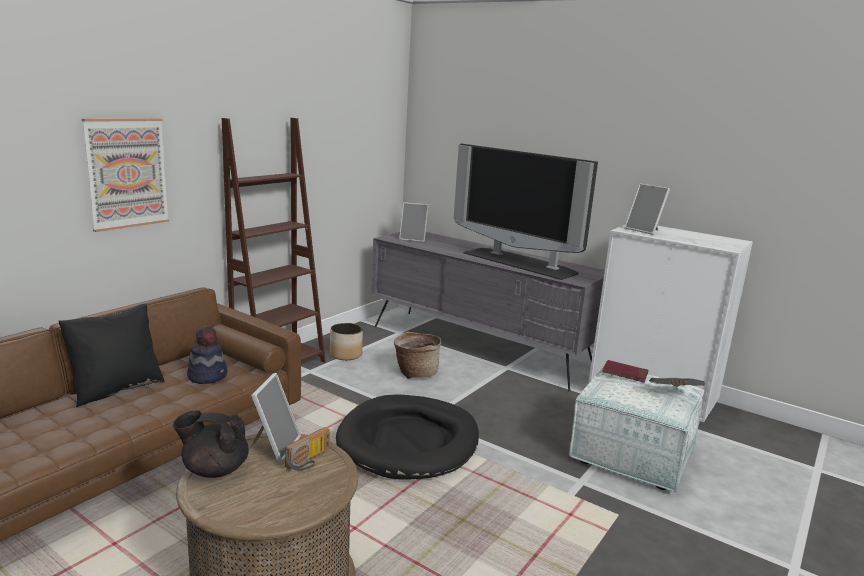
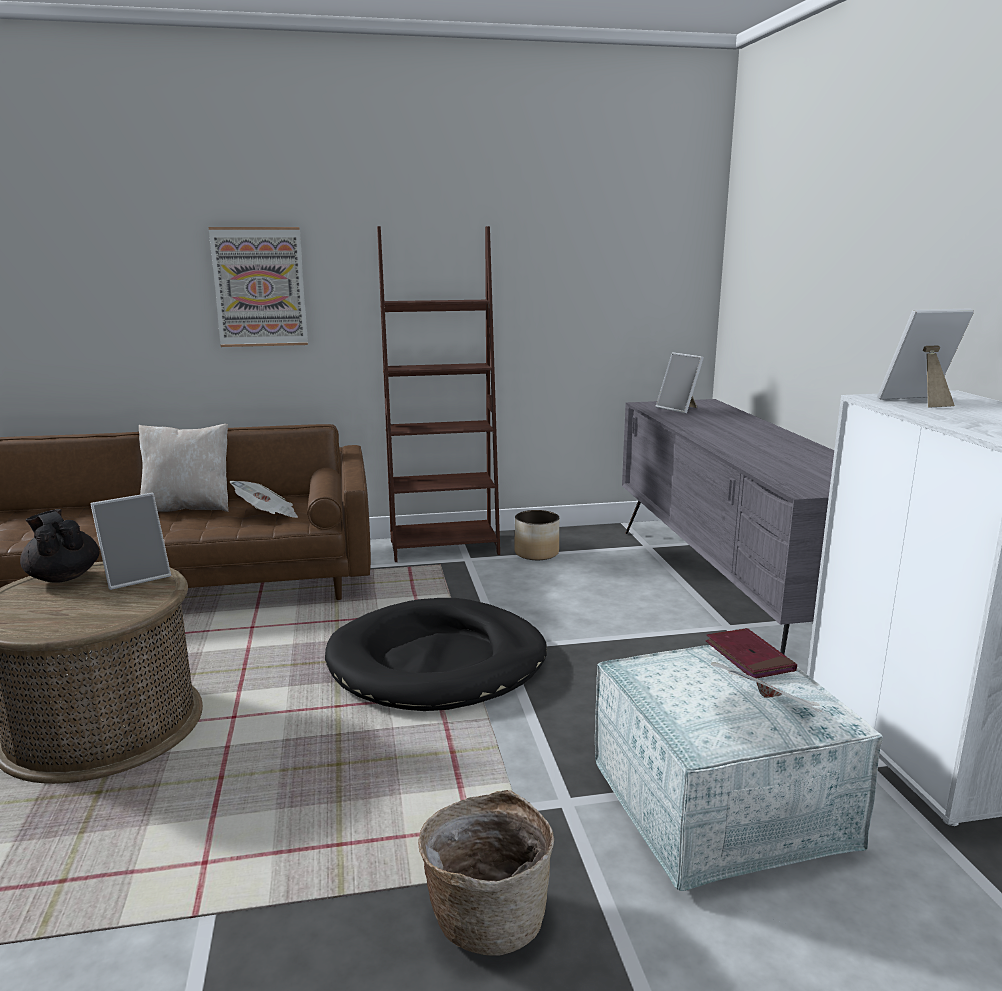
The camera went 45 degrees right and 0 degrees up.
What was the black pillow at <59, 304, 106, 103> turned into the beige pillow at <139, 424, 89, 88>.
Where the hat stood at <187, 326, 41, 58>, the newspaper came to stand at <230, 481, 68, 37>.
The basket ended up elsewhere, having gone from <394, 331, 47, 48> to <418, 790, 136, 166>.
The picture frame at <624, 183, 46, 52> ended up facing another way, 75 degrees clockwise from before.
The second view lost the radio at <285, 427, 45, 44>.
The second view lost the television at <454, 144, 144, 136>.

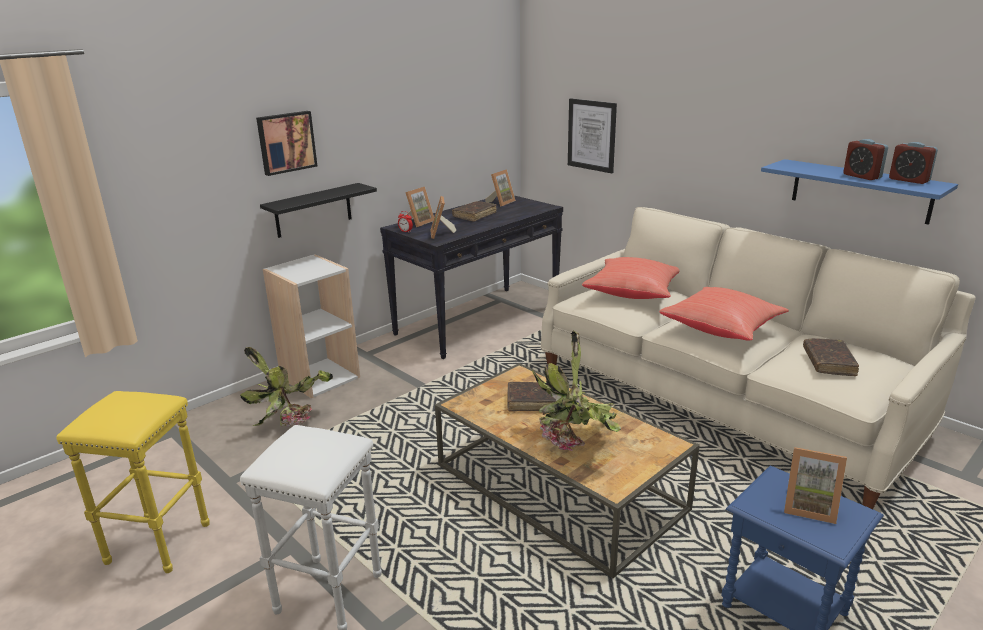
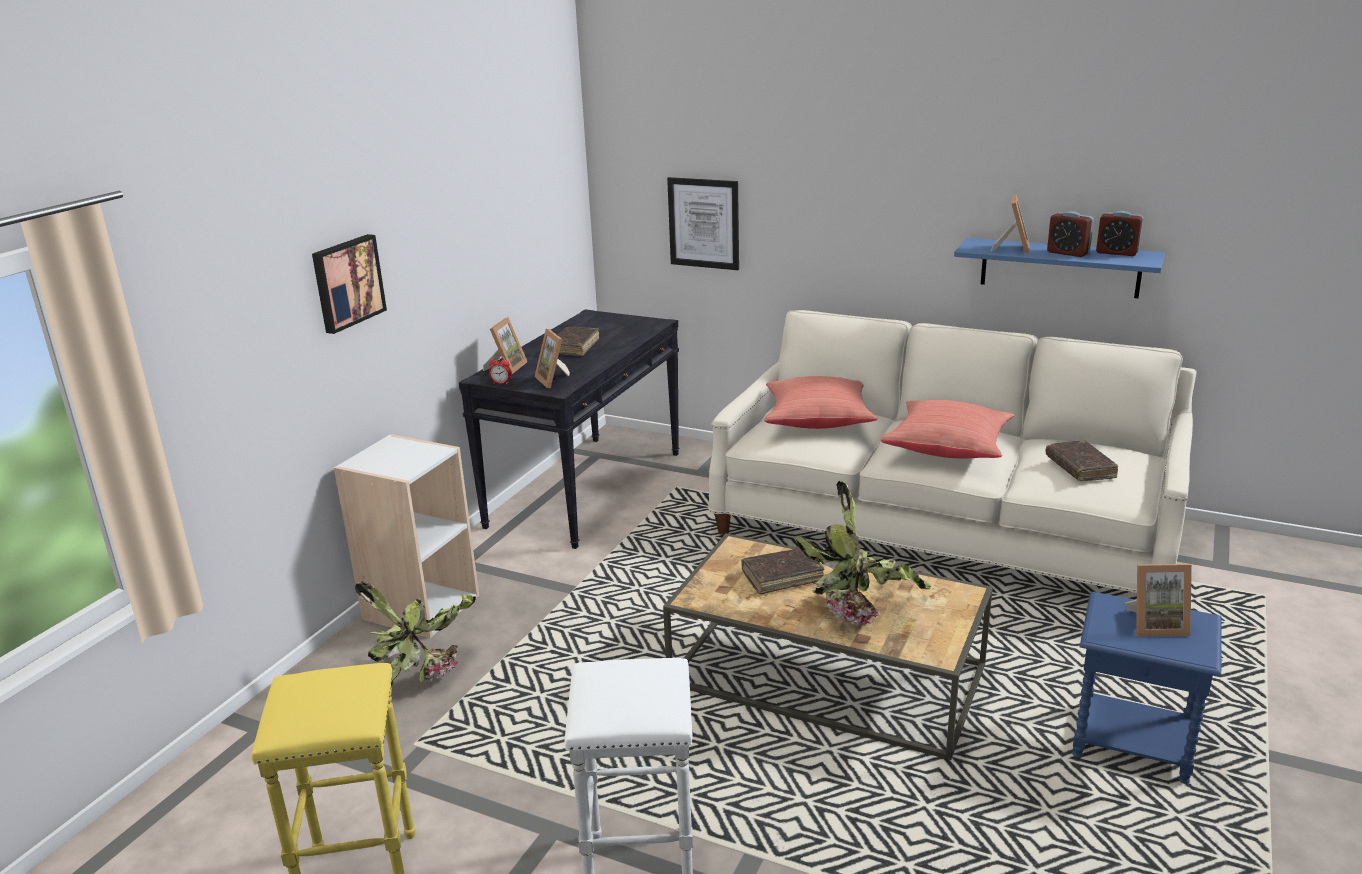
The camera went 20 degrees left and 0 degrees up.
The picture frame ended up elsewhere, having gone from <486, 169, 30, 38> to <991, 195, 38, 59>.
The second view lost the black shelf at <260, 183, 117, 55>.

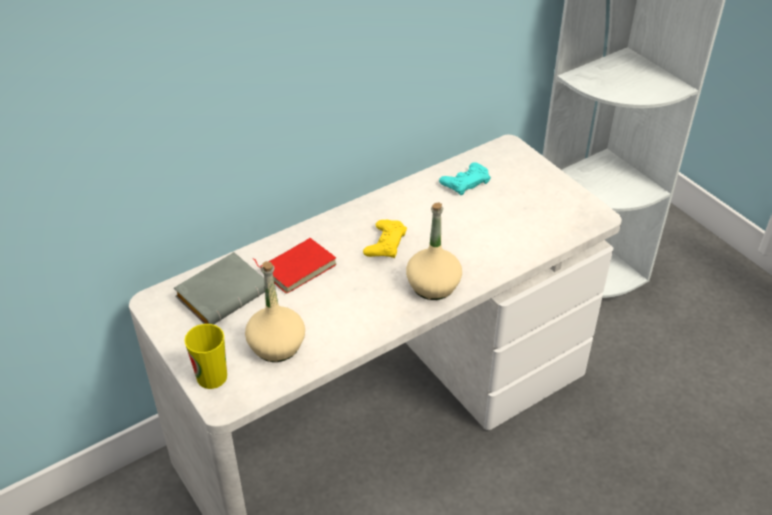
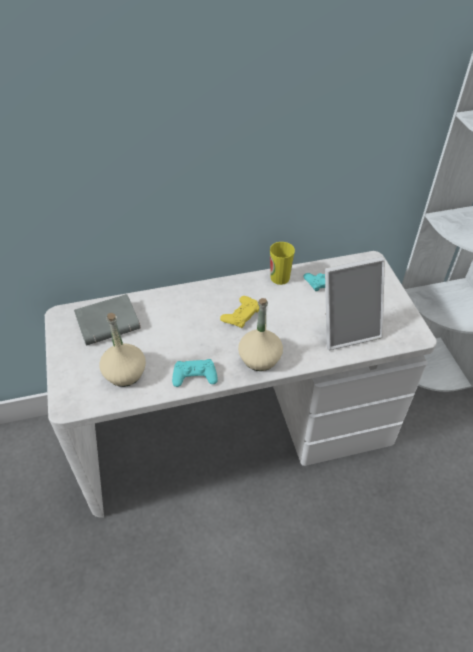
The camera went 20 degrees right and 5 degrees up.
The second view gained the turquoise game controller at <172, 359, 46, 28>.
The cup ended up elsewhere, having gone from <184, 324, 43, 65> to <270, 242, 25, 43>.
The second view gained the picture frame at <325, 257, 60, 93>.
The second view lost the red book at <253, 238, 84, 56>.

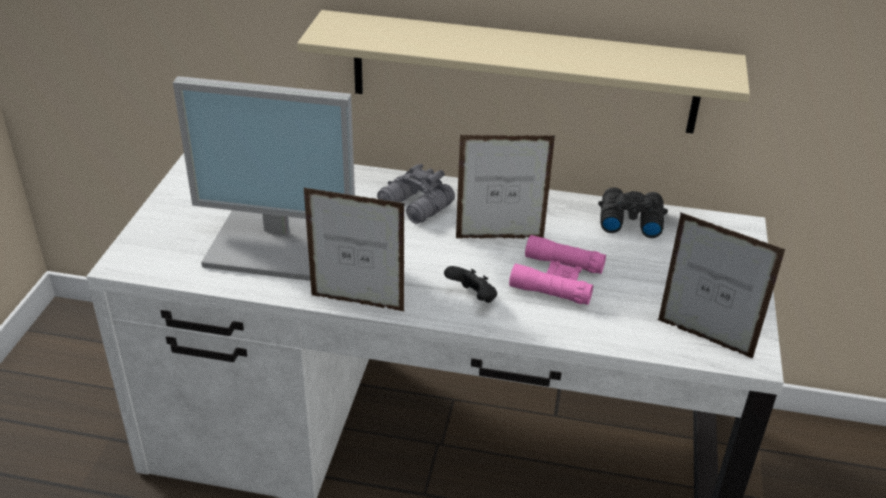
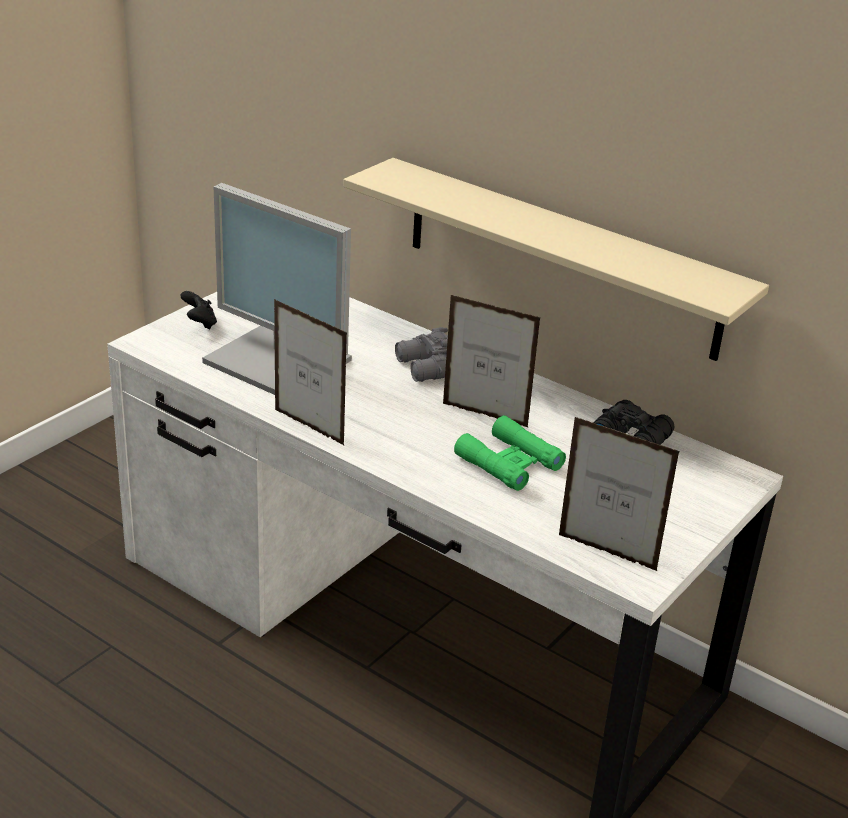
The camera went 25 degrees right and 5 degrees down.
The black game controller ended up elsewhere, having gone from <444, 266, 53, 37> to <181, 291, 36, 39>.
What was the pink binoculars at <509, 235, 97, 70> turned into the green binoculars at <454, 415, 112, 76>.
The picture frame at <657, 212, 128, 147> ended up facing another way, 150 degrees clockwise from before.

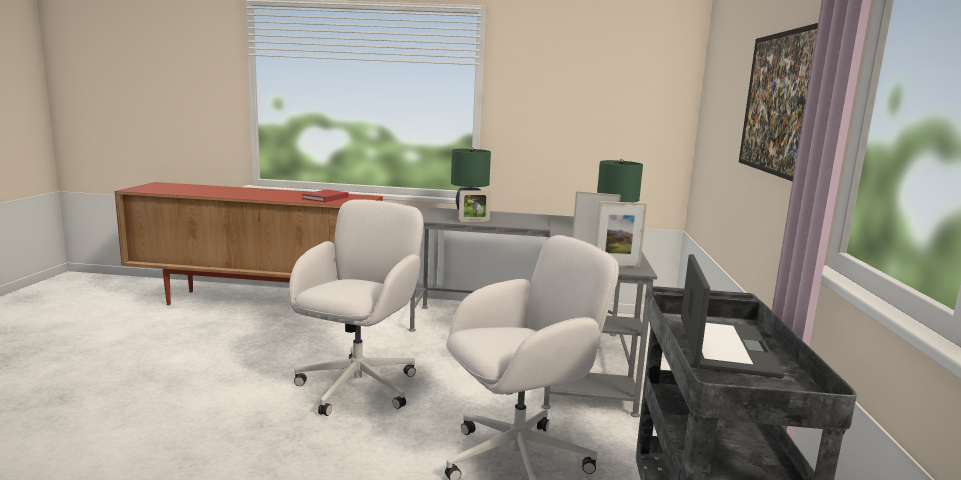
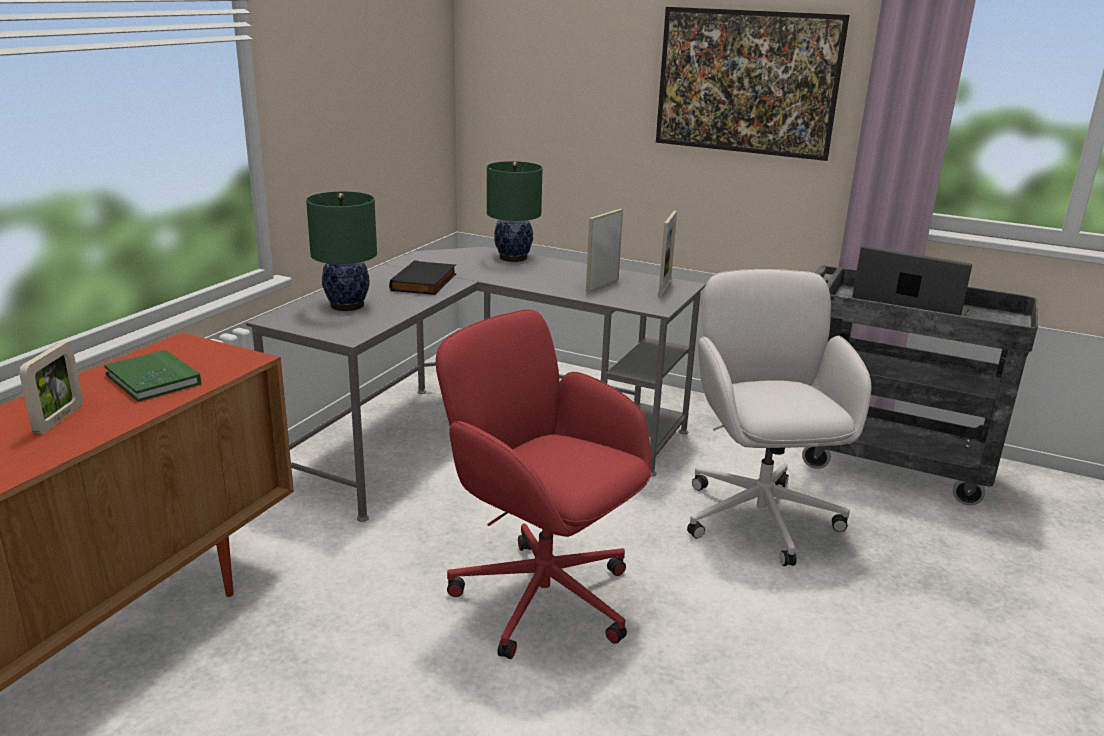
The camera went 70 degrees left and 10 degrees up.
The picture frame ended up elsewhere, having gone from <459, 190, 32, 32> to <19, 341, 64, 93>.
What was the red book at <302, 189, 47, 13> turned into the green book at <104, 350, 97, 52>.
The second view gained the black book at <389, 260, 67, 35>.
What was the white office chair at <289, 200, 135, 216> turned into the red office chair at <436, 309, 215, 350>.

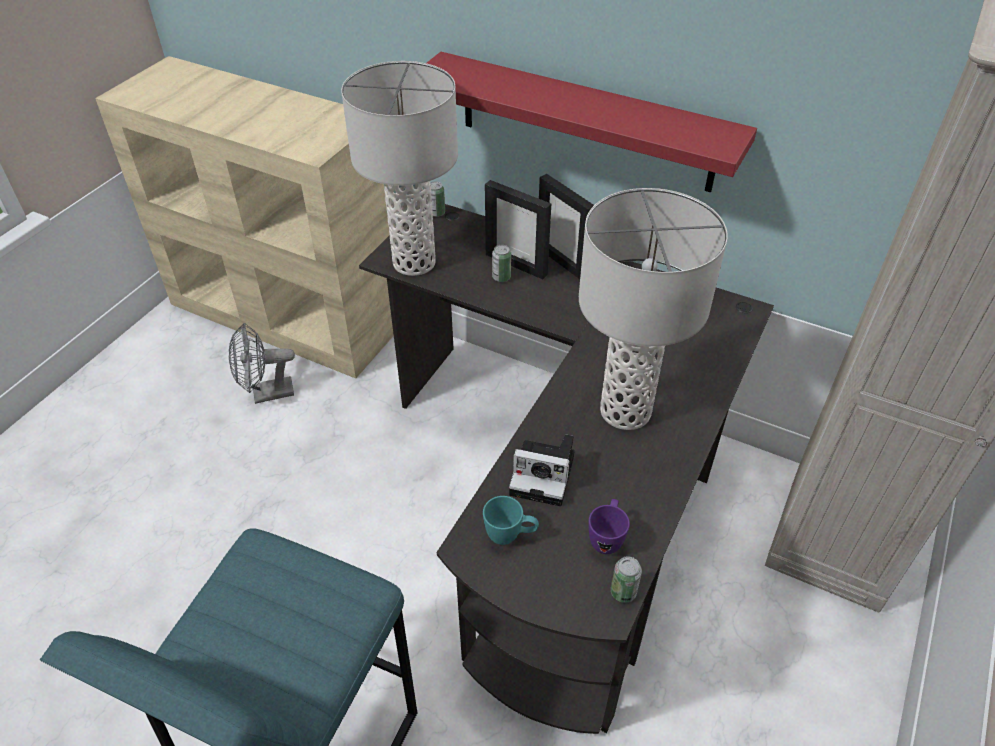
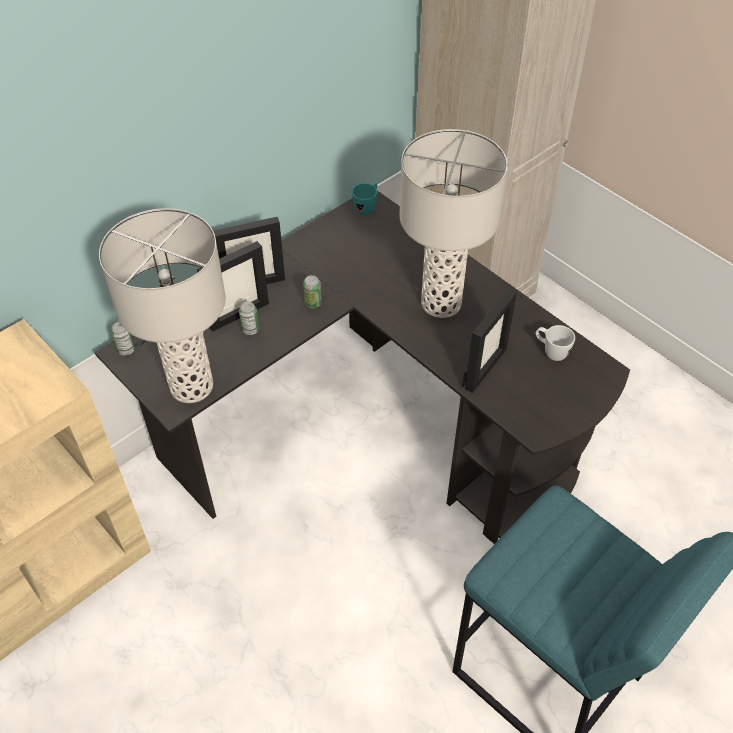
The camera went 70 degrees left and 5 degrees up.
The can ended up elsewhere, having gone from <611, 556, 31, 47> to <303, 275, 19, 33>.
The turquoise mug ended up elsewhere, having gone from <483, 496, 56, 49> to <352, 183, 25, 32>.
Where the photo camera stood at <509, 435, 66, 71>, the picture frame came to stand at <462, 289, 55, 104>.
What was the purple mug at <589, 499, 41, 55> turned into the white mug at <536, 325, 39, 36>.
The second view lost the grey fan at <229, 323, 66, 81>.
The second view lost the red shelf at <427, 52, 330, 140>.

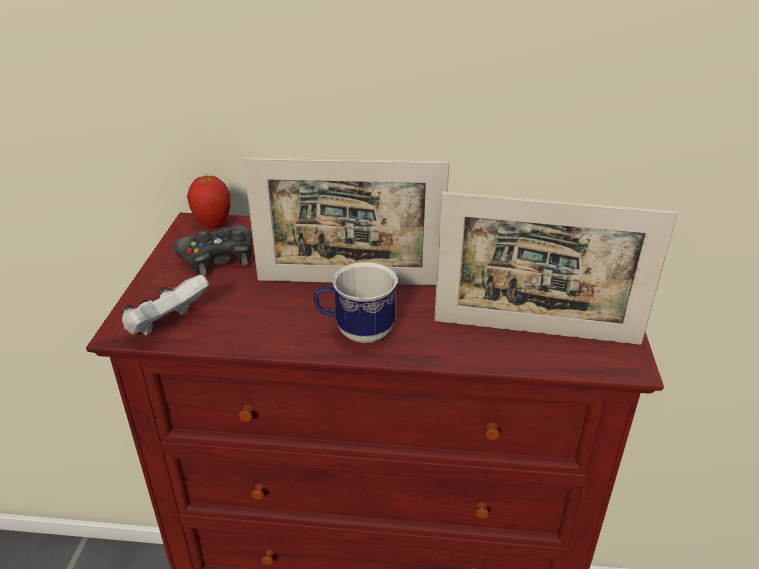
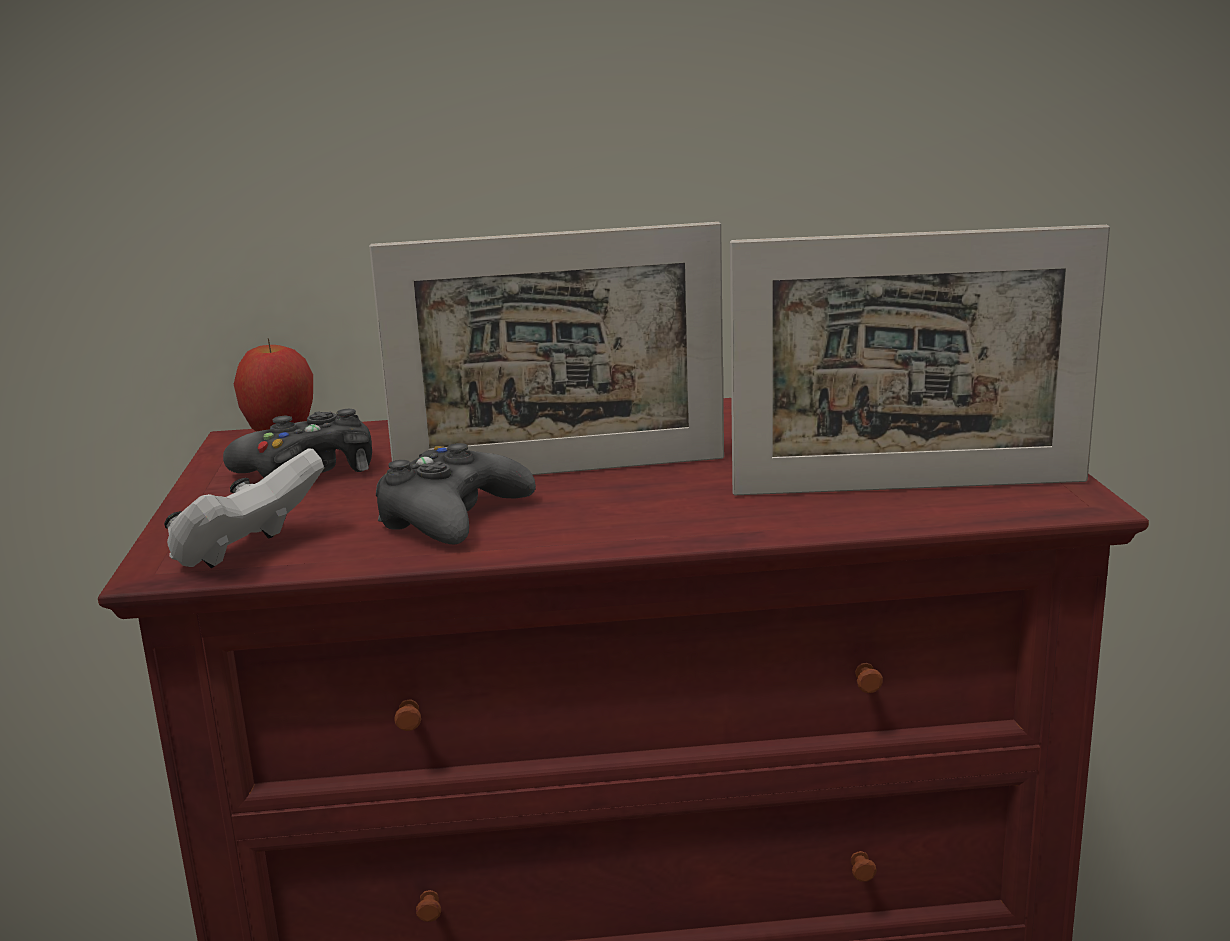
The camera went 10 degrees left and 15 degrees down.
The second view gained the black game controller at <376, 443, 160, 101>.
The second view lost the mug at <314, 262, 83, 81>.

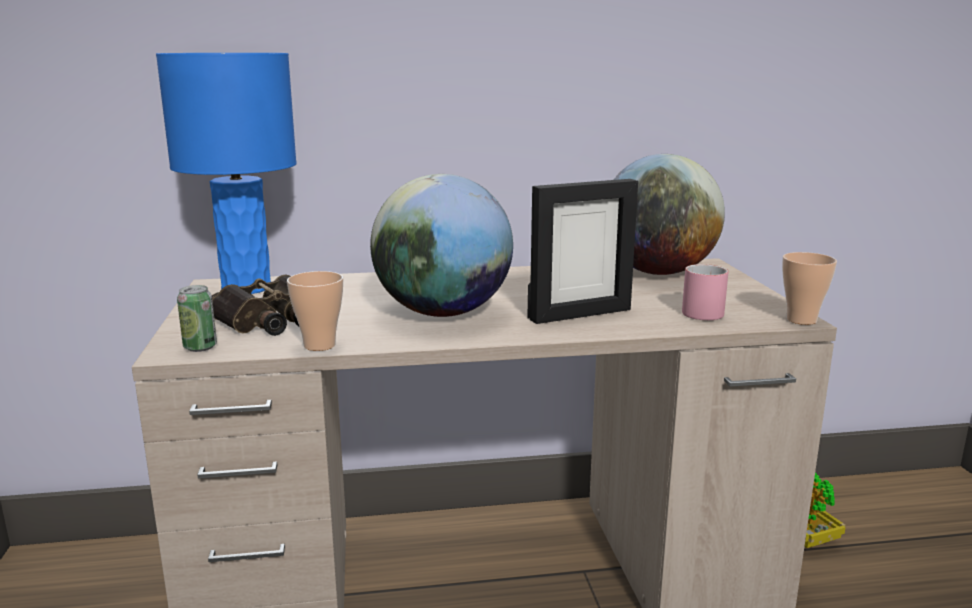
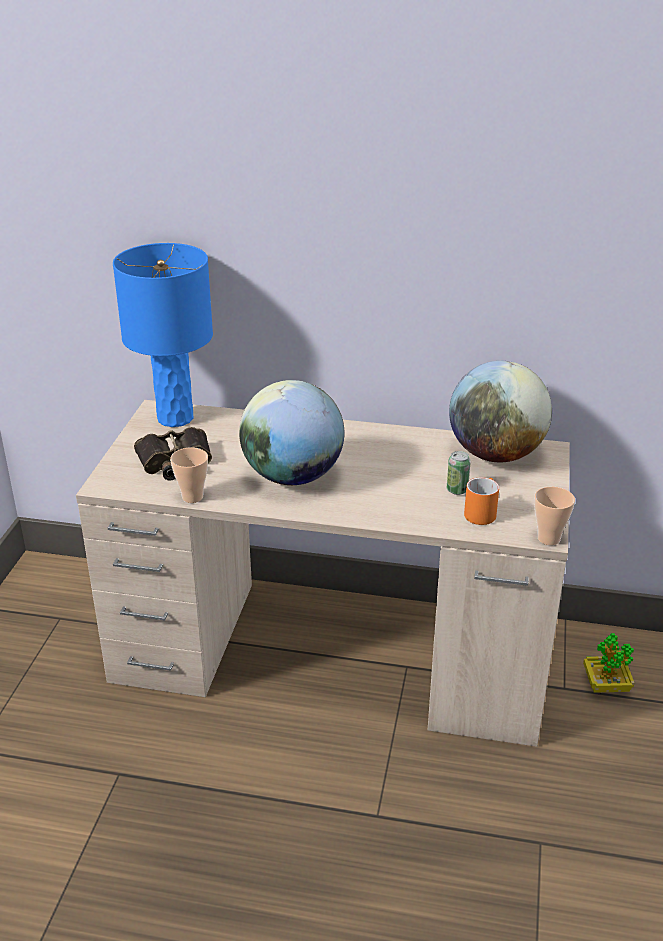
The camera went 20 degrees right and 15 degrees up.
The can ended up elsewhere, having gone from <177, 285, 40, 67> to <447, 451, 24, 44>.
What was the pink mug at <682, 264, 46, 56> turned into the orange mug at <464, 477, 35, 48>.
The second view lost the picture frame at <527, 179, 111, 145>.

